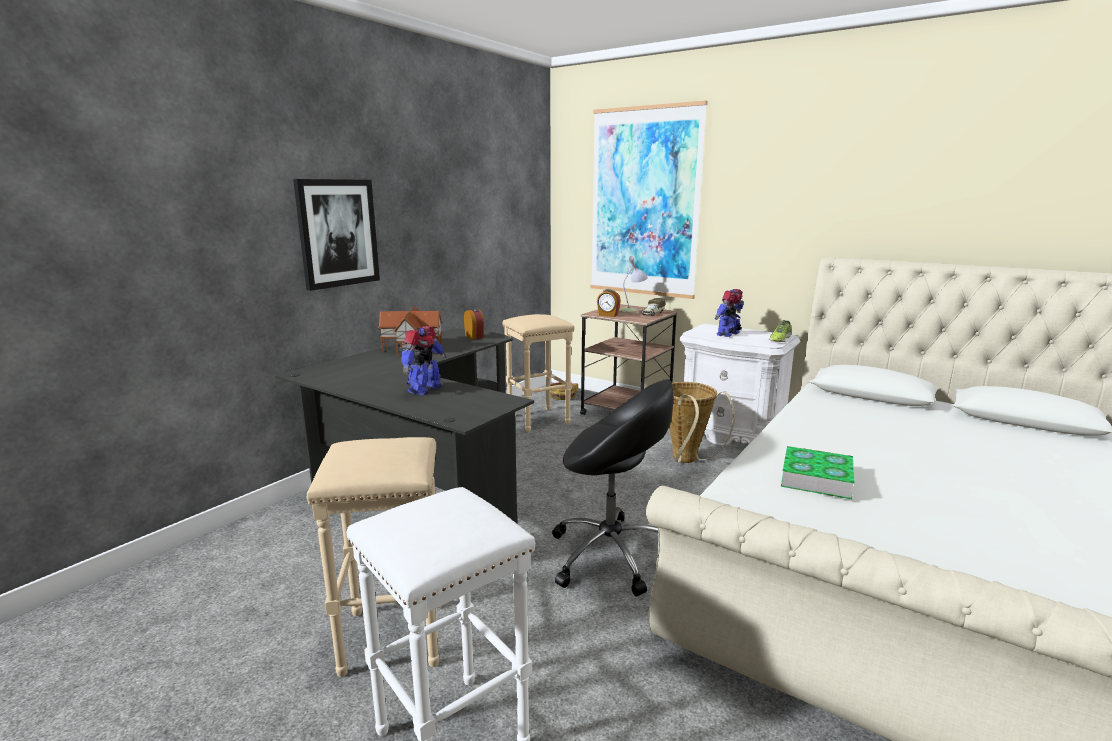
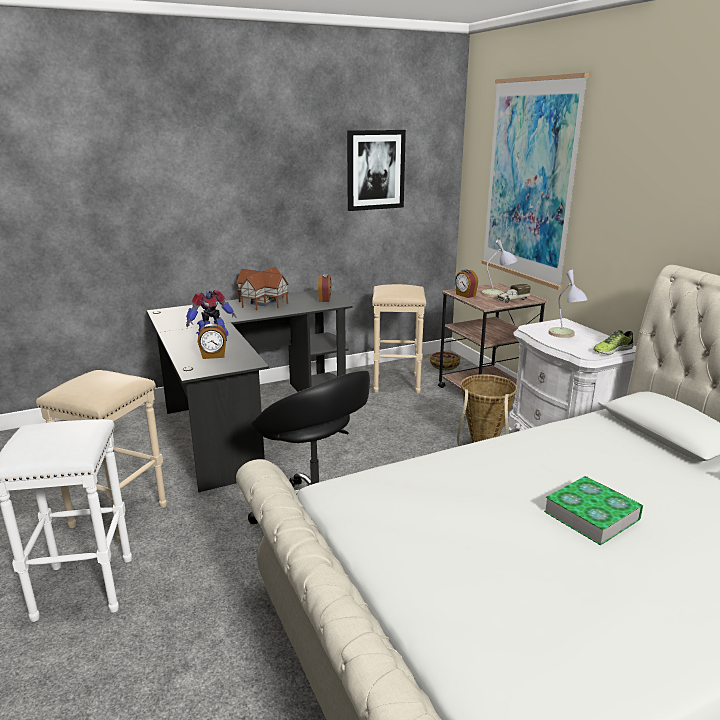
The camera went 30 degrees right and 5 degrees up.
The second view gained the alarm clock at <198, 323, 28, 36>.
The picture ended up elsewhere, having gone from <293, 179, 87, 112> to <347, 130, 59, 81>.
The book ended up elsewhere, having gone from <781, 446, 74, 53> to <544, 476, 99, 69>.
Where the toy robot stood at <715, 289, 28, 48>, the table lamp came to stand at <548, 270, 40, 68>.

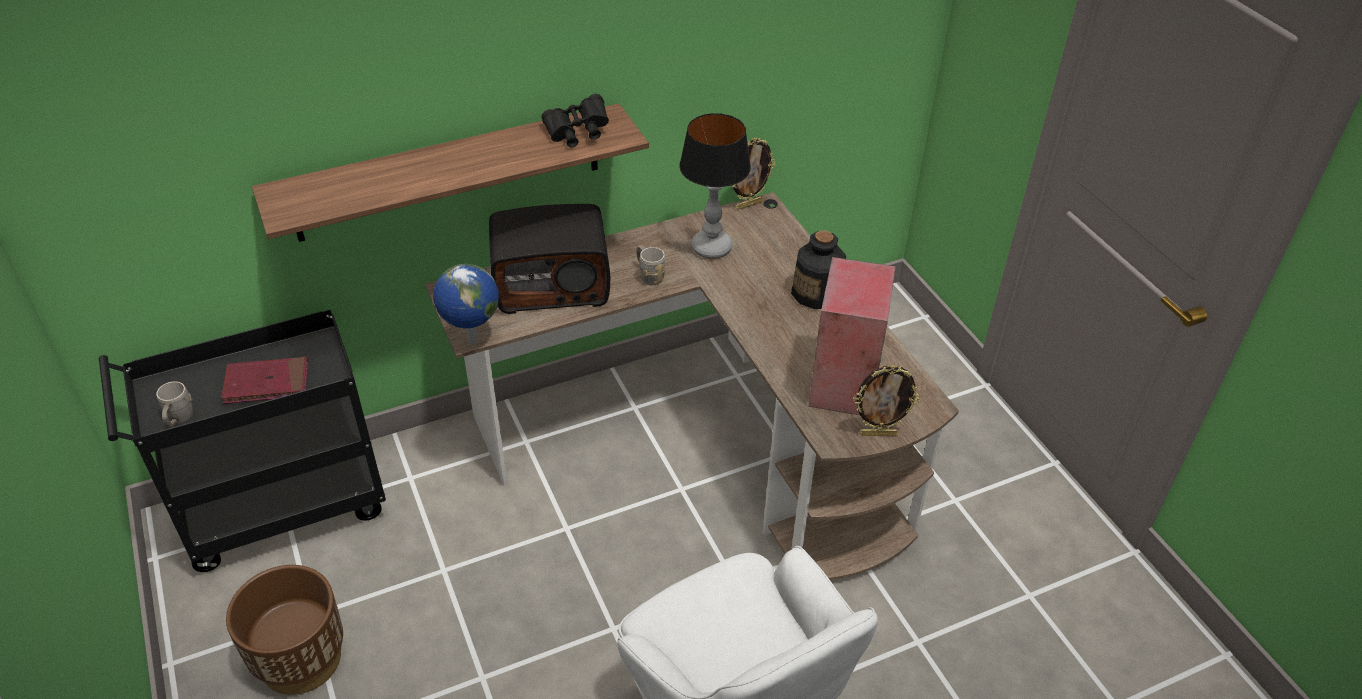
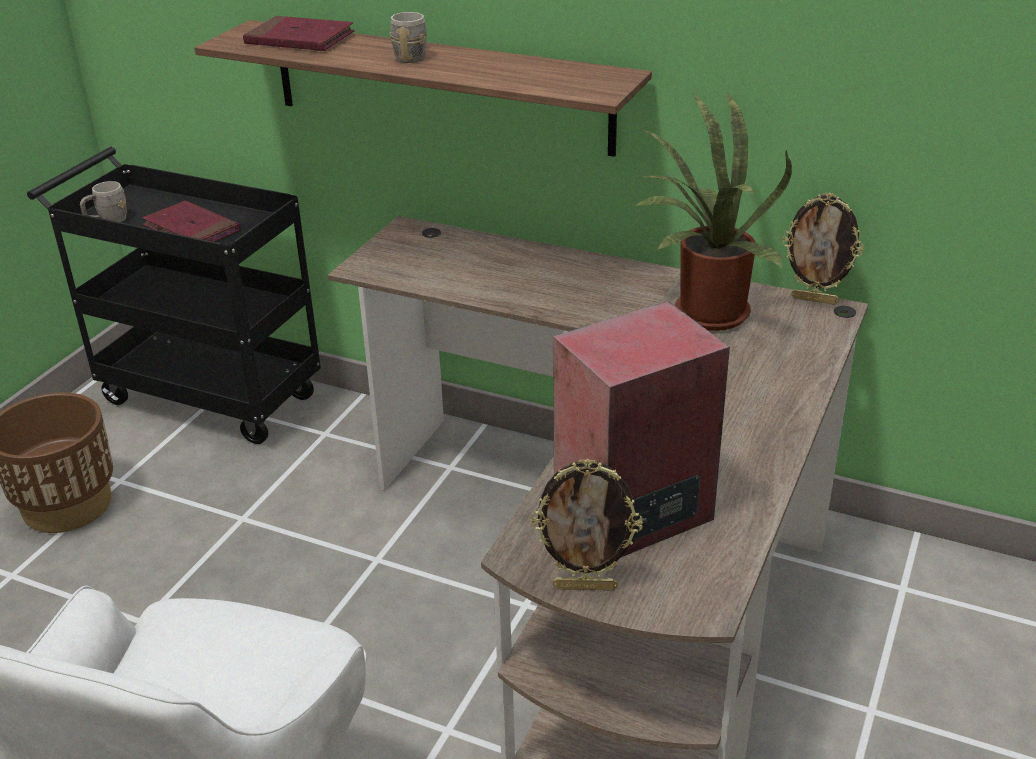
The camera went 50 degrees right and 10 degrees down.
The second view gained the red book at <243, 16, 112, 35>.
The grey mug ended up elsewhere, having gone from <637, 246, 29, 39> to <390, 12, 37, 51>.
The picture frame at <853, 365, 67, 71> ended up facing another way, 45 degrees counterclockwise from before.
Where the table lamp stood at <679, 113, 72, 146>, the potted plant came to stand at <633, 91, 159, 240>.
The second view lost the globe at <433, 264, 66, 81>.
The second view lost the radio at <489, 204, 121, 110>.
The second view lost the black binoculars at <542, 94, 67, 53>.
The second view lost the bottle at <791, 231, 55, 78>.

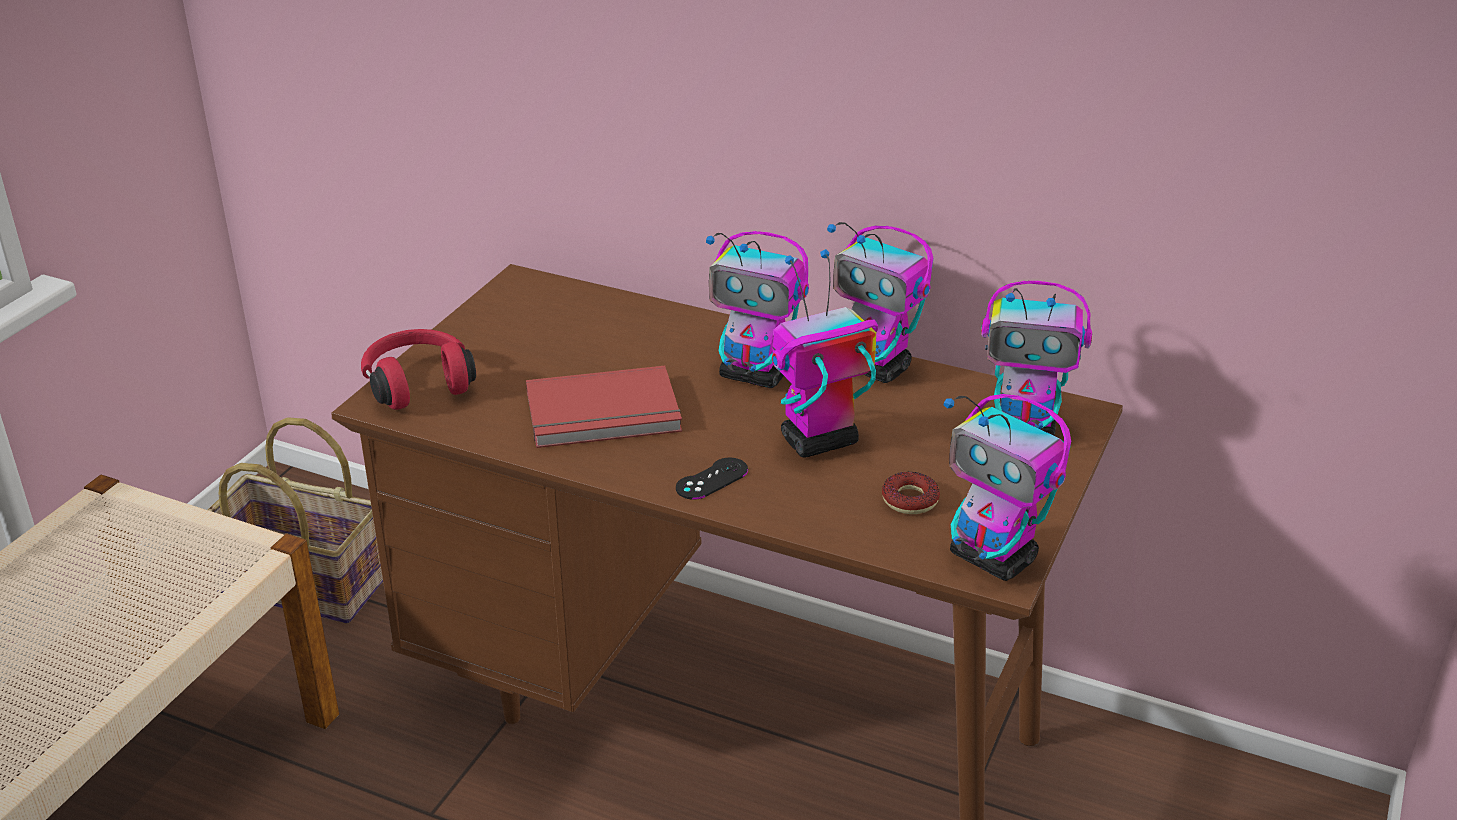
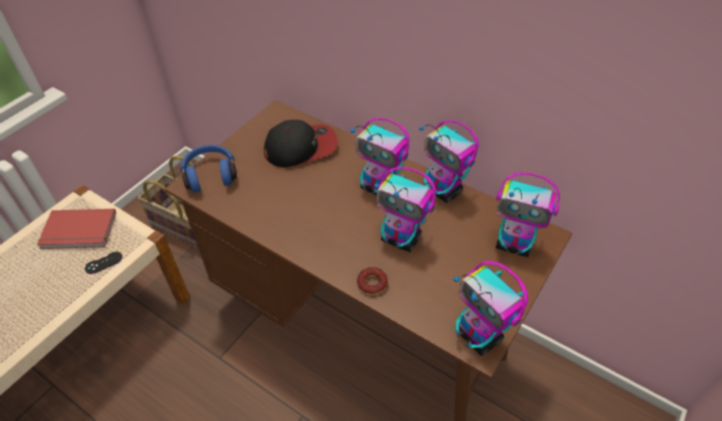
The camera went 10 degrees right and 15 degrees up.
The red book ended up elsewhere, having gone from <526, 366, 156, 82> to <37, 209, 79, 40>.
The black game controller ended up elsewhere, having gone from <676, 458, 72, 42> to <85, 252, 37, 22>.
What was the red headphones at <361, 329, 115, 81> turned into the blue headphones at <180, 145, 57, 47>.
The second view gained the cap at <264, 120, 74, 47>.
The donut ended up elsewhere, having gone from <882, 472, 58, 42> to <357, 267, 31, 28>.
The toy robot at <772, 249, 106, 209> ended up facing another way, 135 degrees counterclockwise from before.

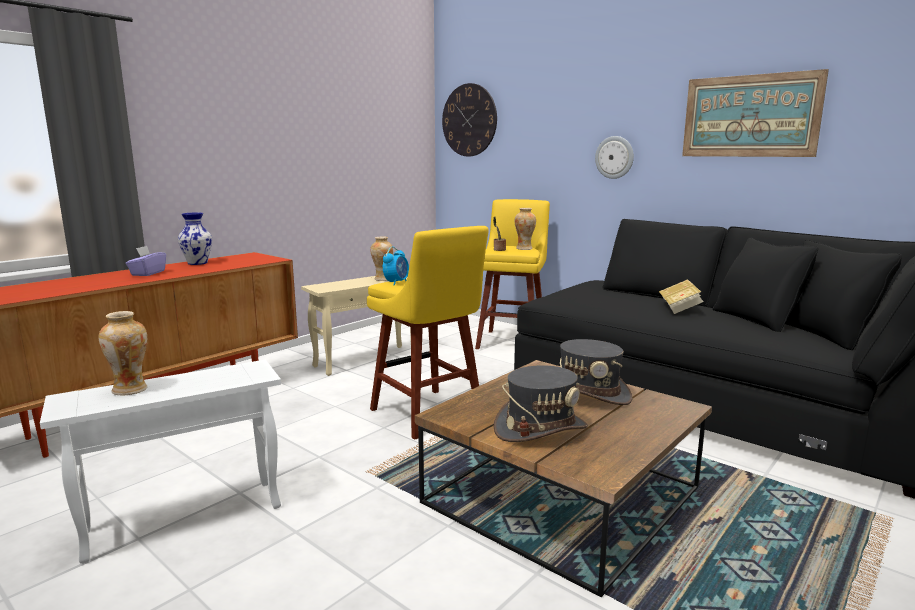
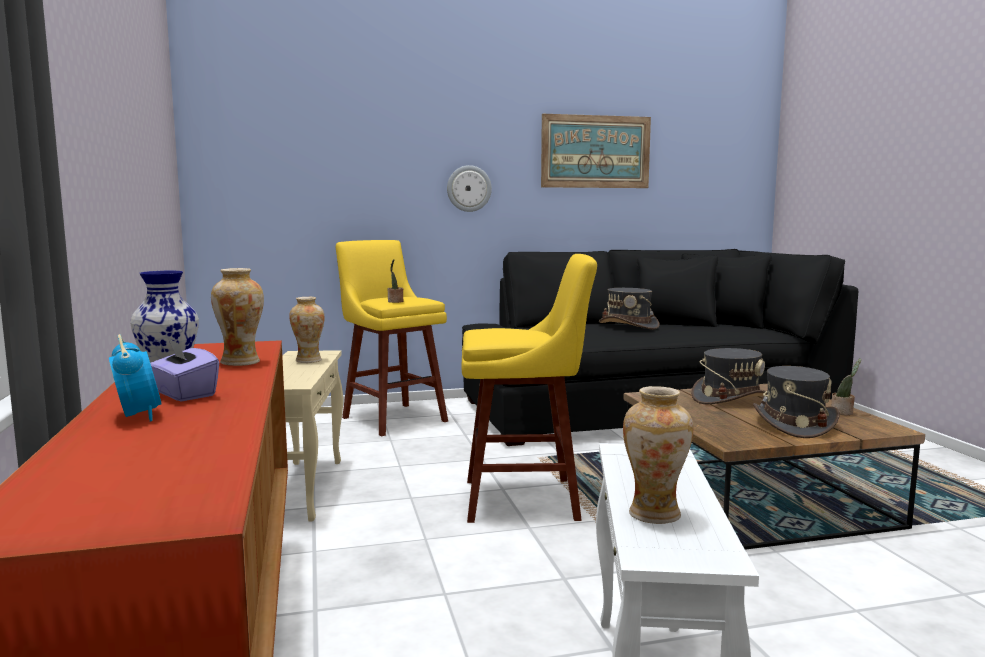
The camera went 55 degrees left and 5 degrees down.
The alarm clock ended up elsewhere, having gone from <383, 246, 26, 40> to <109, 334, 53, 87>.
The vase ended up elsewhere, having gone from <515, 208, 21, 42> to <211, 268, 53, 98>.
Where the book stood at <659, 279, 44, 35>, the grey hat came to stand at <599, 288, 61, 42>.
The second view gained the potted plant at <831, 358, 30, 57>.
The second view lost the wall clock at <442, 83, 55, 73>.

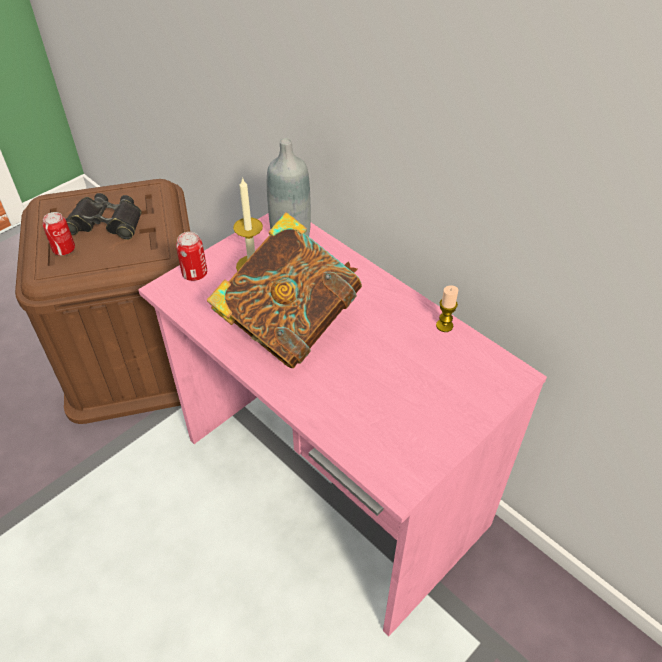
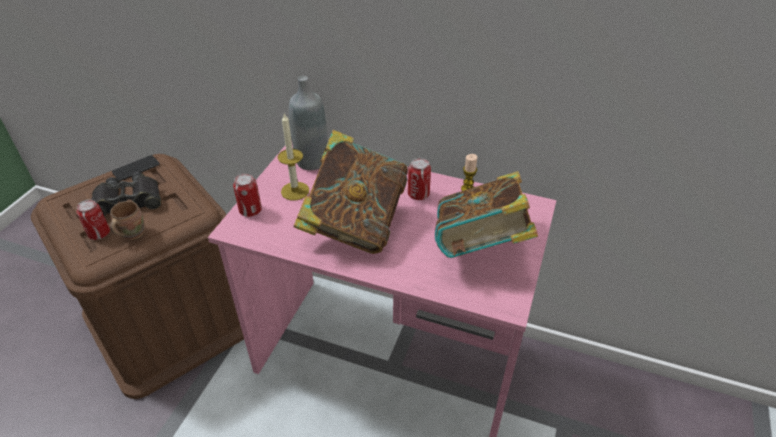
The camera went 25 degrees left and 5 degrees down.
The second view gained the brown mug at <110, 201, 35, 39>.
The second view gained the phone at <112, 155, 48, 26>.
The second view gained the can at <408, 158, 23, 42>.
The second view gained the book at <435, 171, 103, 87>.

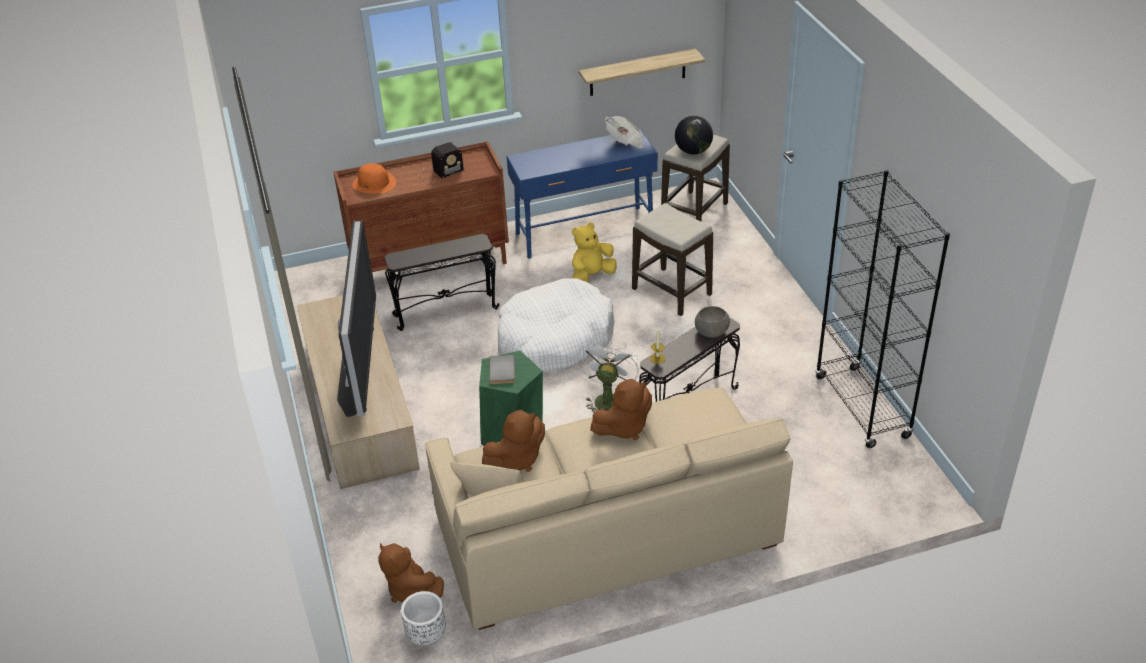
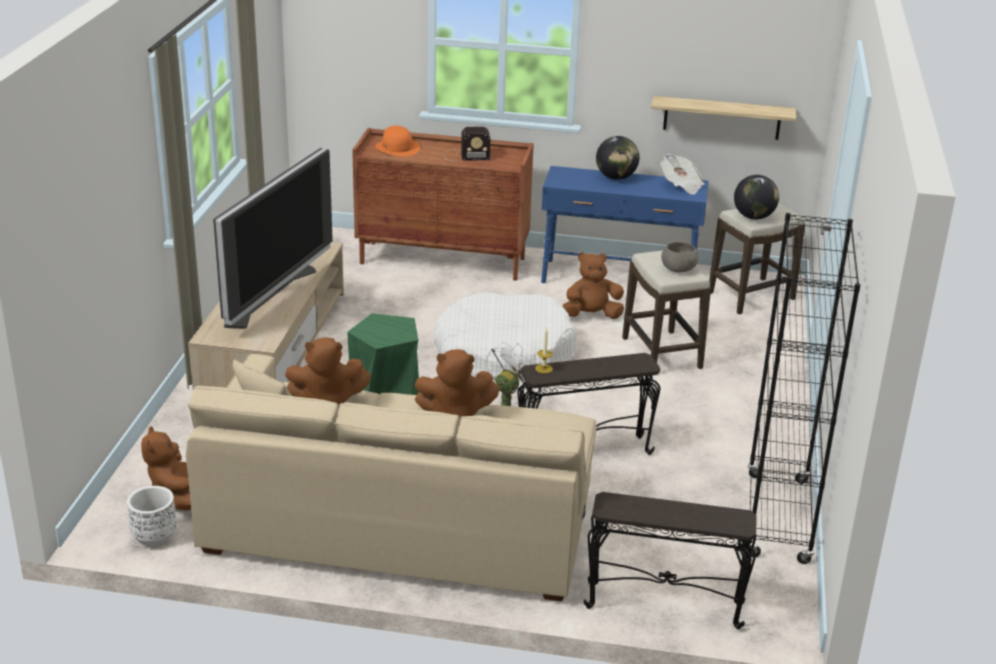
The camera went 25 degrees right and 10 degrees down.
What was the yellow plush toy at <572, 223, 45, 60> turned into the brown plush toy at <562, 252, 62, 67>.
The black side table ended up elsewhere, having gone from <384, 234, 115, 97> to <584, 492, 173, 138>.
The second view gained the globe at <596, 136, 43, 44>.
The grey bowl ended up elsewhere, having gone from <695, 306, 35, 32> to <661, 242, 38, 30>.
The second view lost the grey book at <490, 355, 25, 29>.

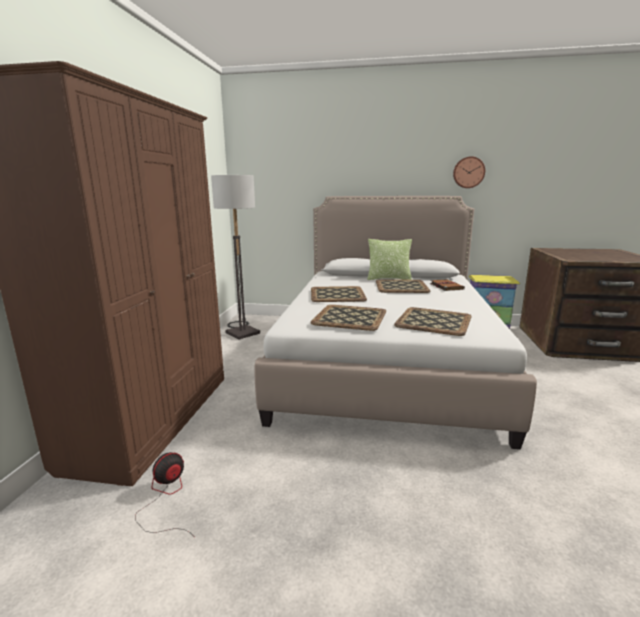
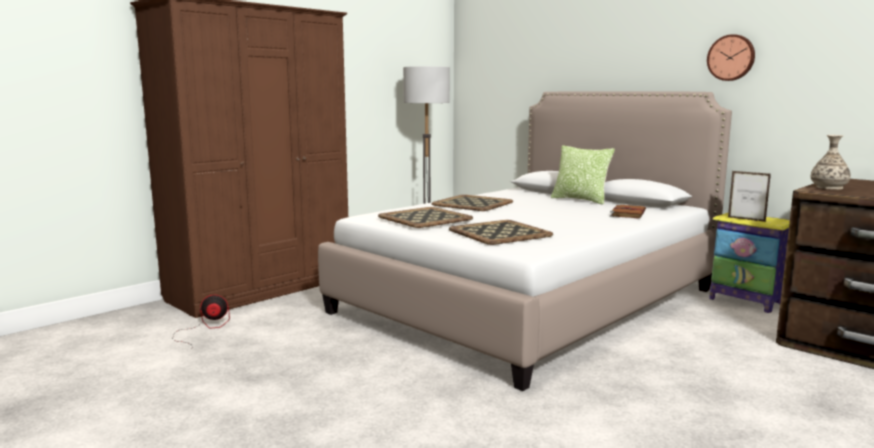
The camera went 35 degrees right and 5 degrees down.
The second view gained the picture frame at <728, 171, 43, 51>.
The second view gained the vase at <811, 135, 40, 55>.
The second view lost the tray at <376, 279, 55, 14>.

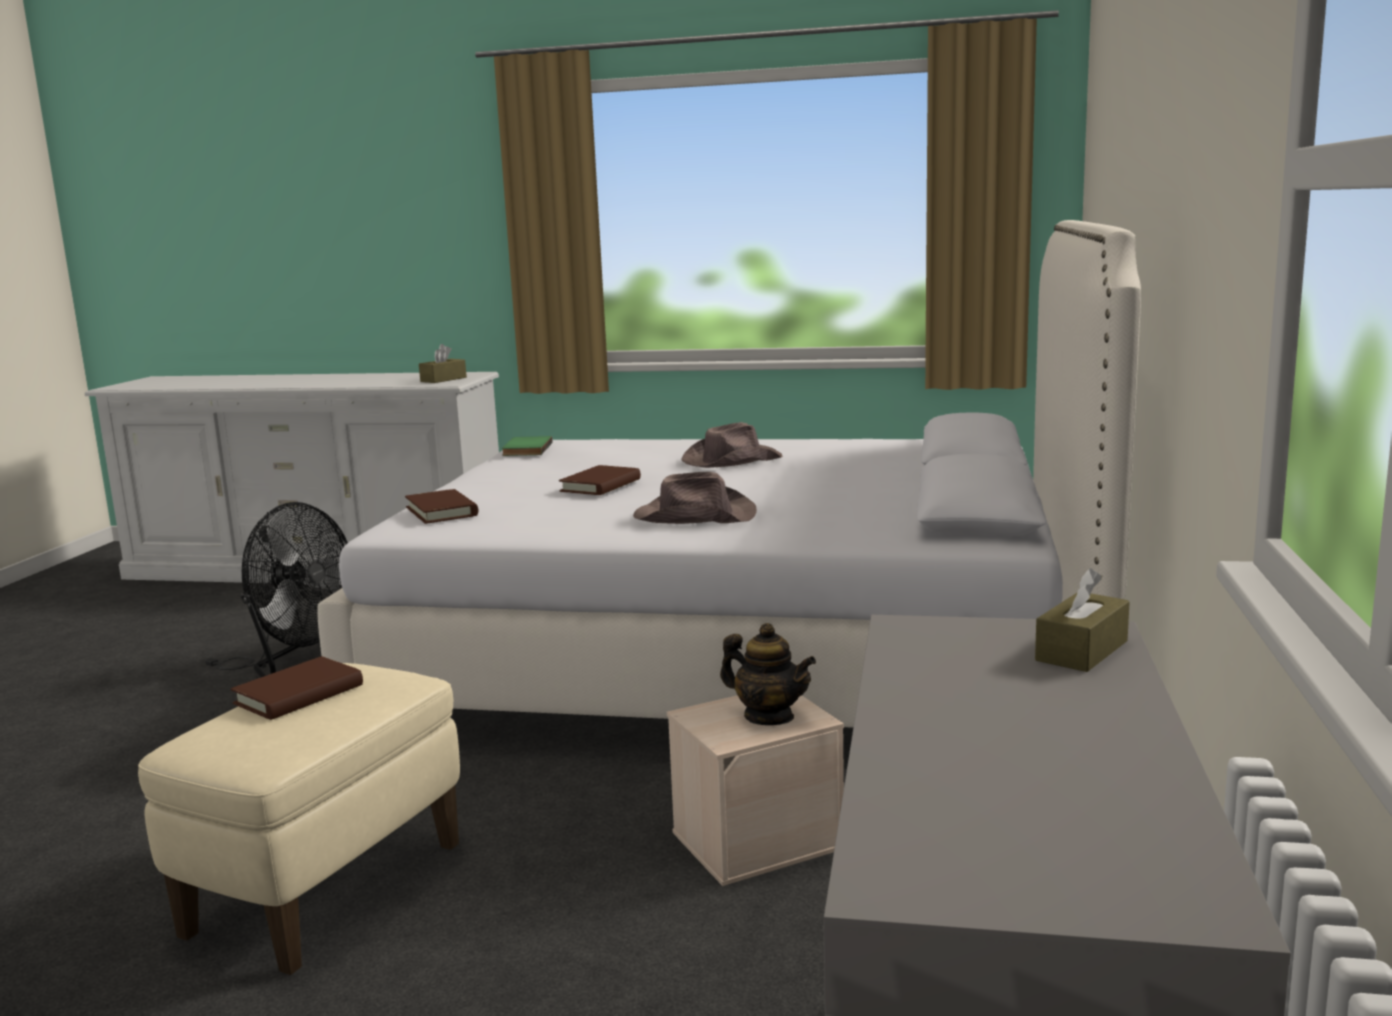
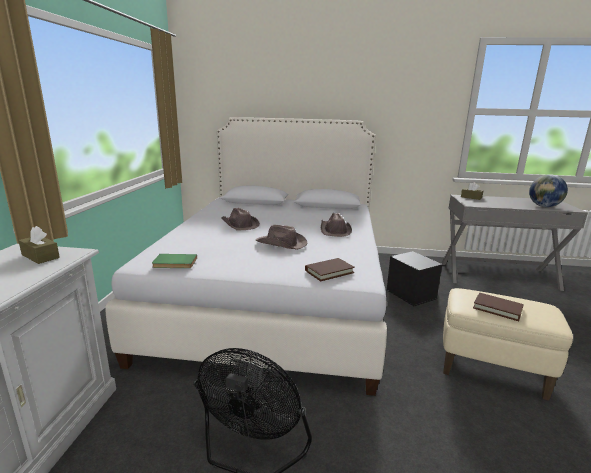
The camera went 95 degrees left and 5 degrees up.
Where the brown book stood at <559, 465, 82, 30>, the brown hat came to stand at <255, 225, 52, 25>.
What was the beige storage box at <667, 695, 177, 191> turned into the black storage box at <386, 251, 57, 55>.
The second view gained the globe at <529, 174, 39, 33>.
The second view lost the teapot at <720, 623, 96, 102>.

